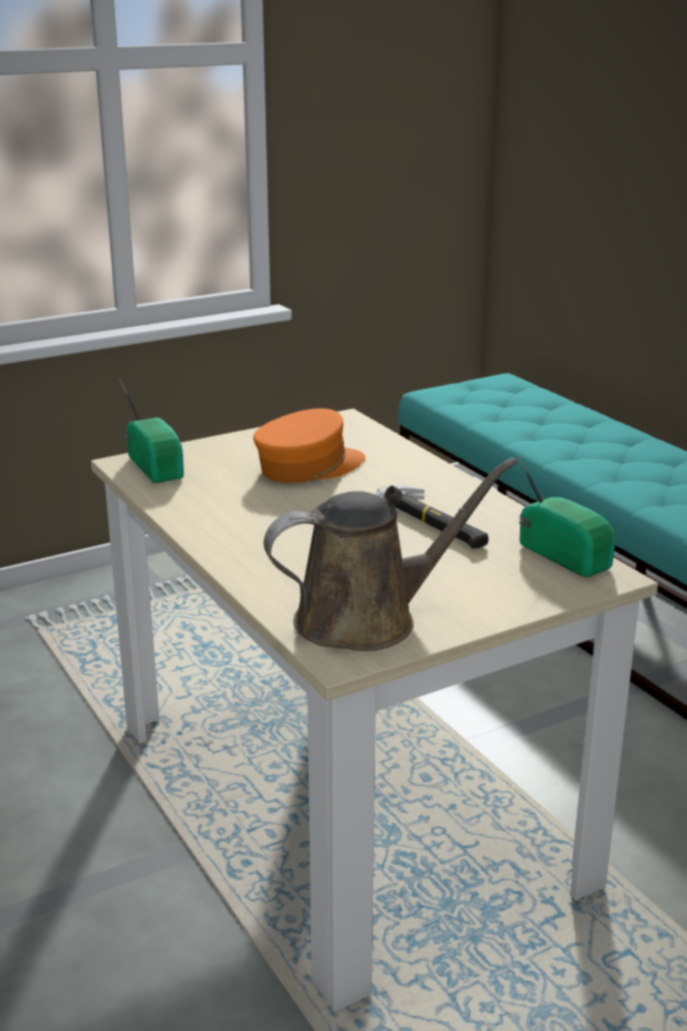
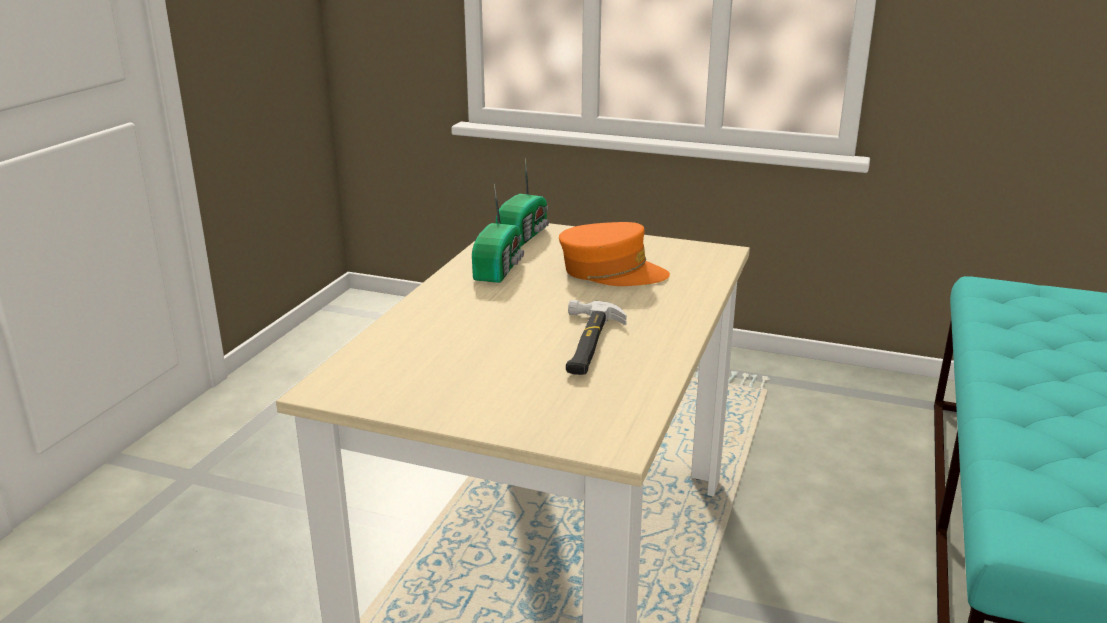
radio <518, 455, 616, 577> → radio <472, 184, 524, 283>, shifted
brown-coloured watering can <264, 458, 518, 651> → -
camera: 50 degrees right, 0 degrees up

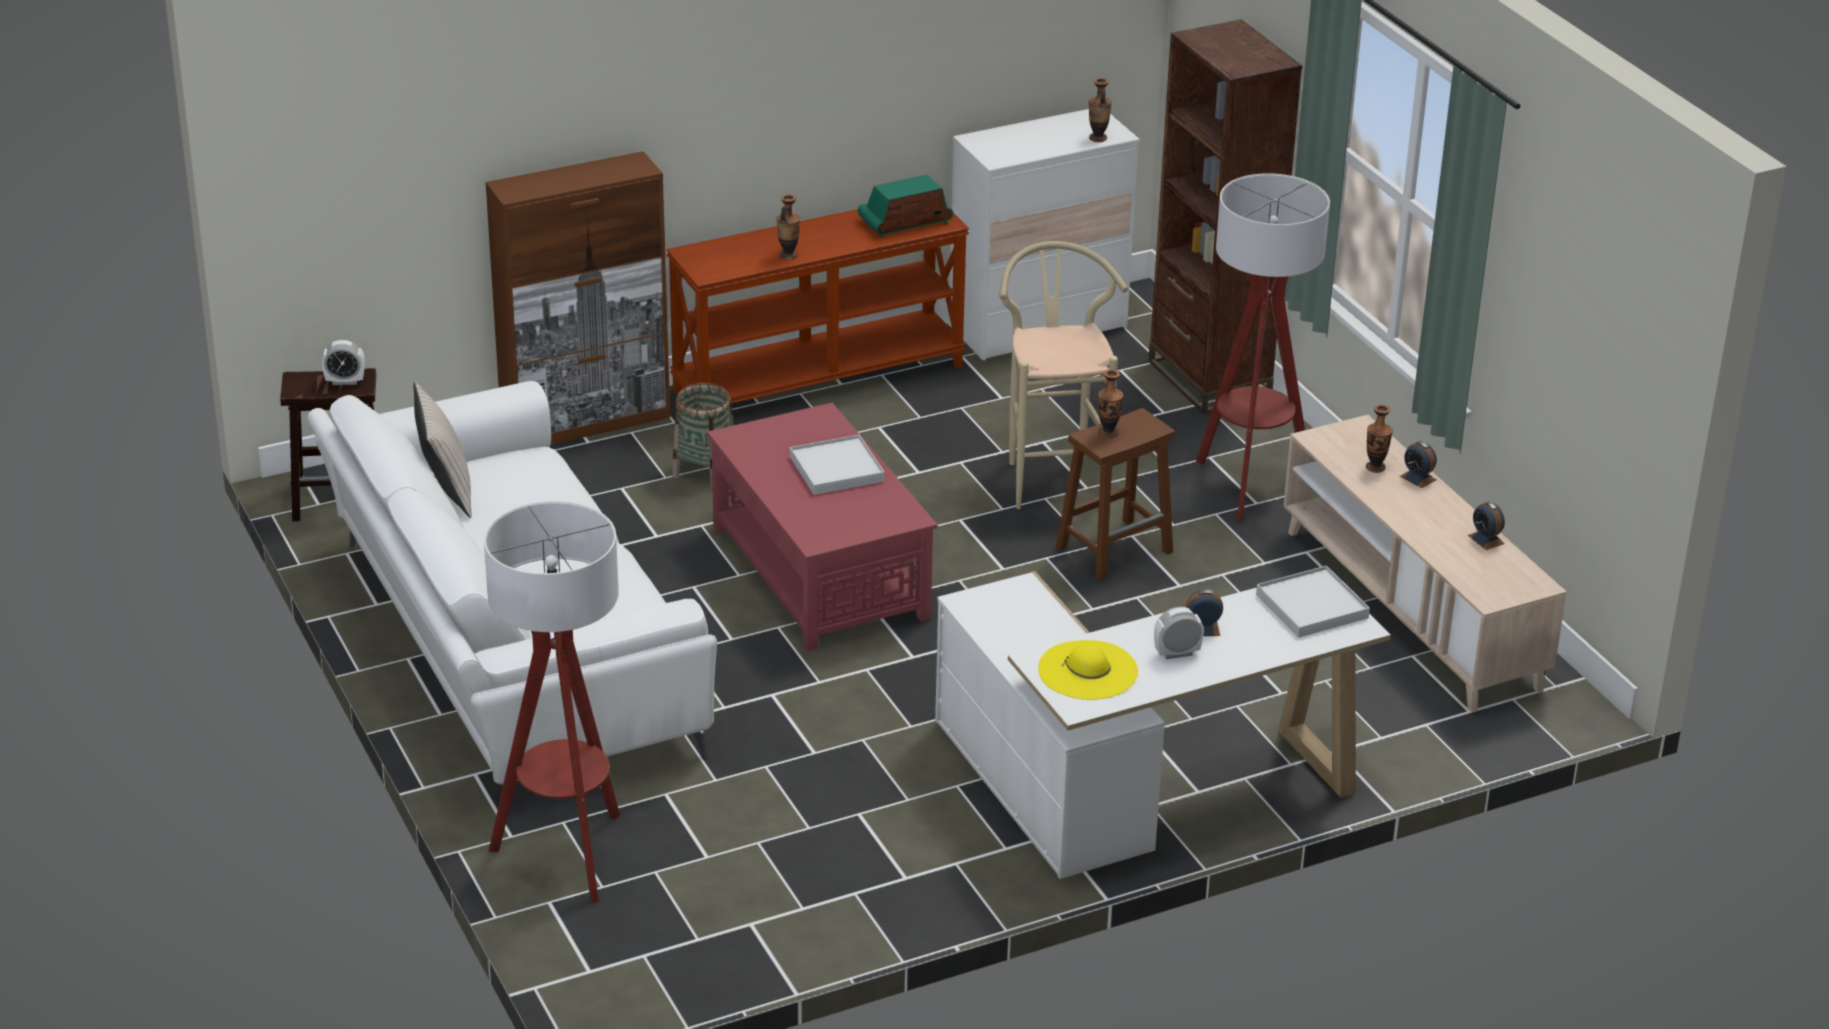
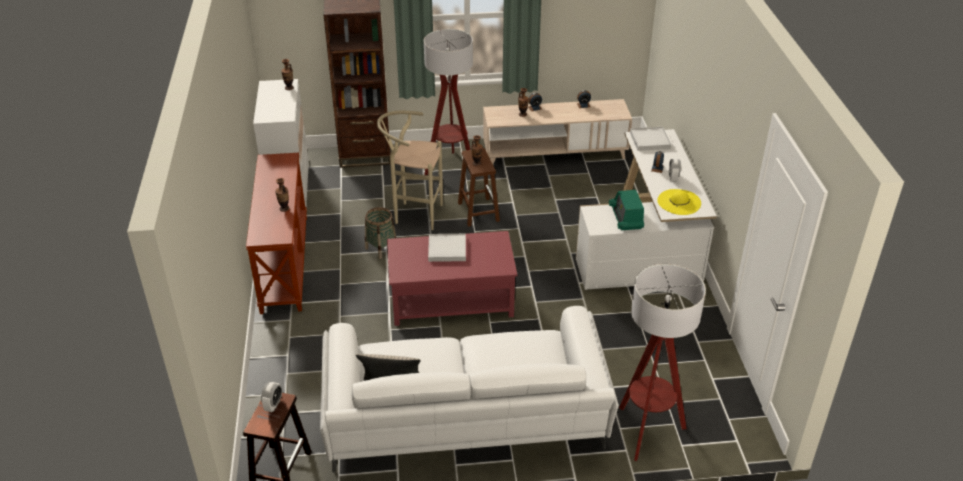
household basket <672, 383, 733, 488> → household basket <365, 207, 396, 259>, shifted
radio <858, 175, 953, 237> → radio <609, 190, 644, 230>, shifted
brown-coloured cabinet <485, 151, 670, 445> → -
camera: 70 degrees left, 5 degrees up

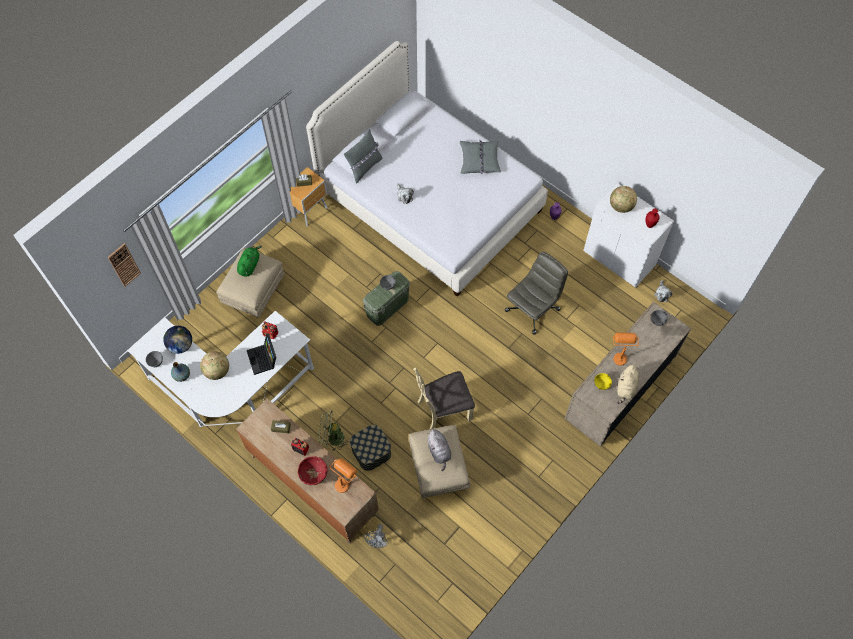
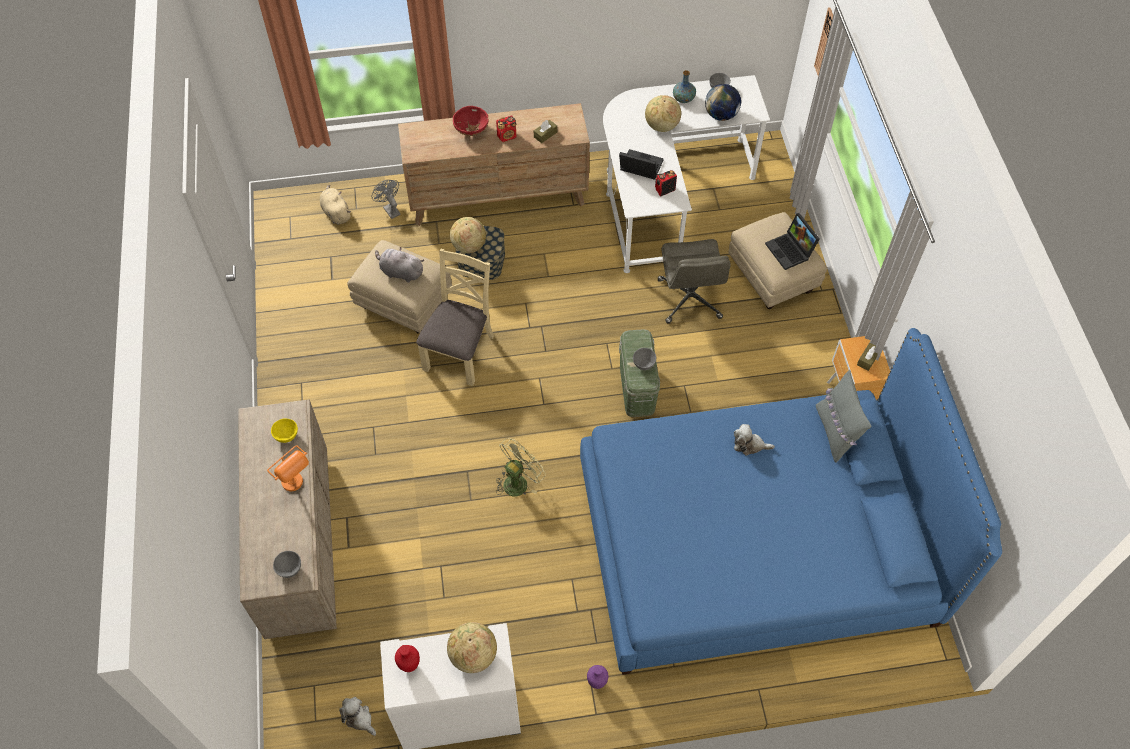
beige plush toy <617, 365, 639, 404> → beige plush toy <320, 185, 351, 224>, shifted
- → world globe <450, 217, 486, 253>
green-coloured electric fan <319, 409, 349, 451> → green-coloured electric fan <496, 438, 546, 497>, shifted
white bed <306, 41, 548, 297> → bluish bed <580, 328, 1002, 675>
greyish computer chair <505, 252, 568, 335> → greyish computer chair <658, 239, 731, 324>, shifted
green-coloured plush toy <237, 246, 262, 276> → notebook computer <765, 213, 820, 270>
orange-coloured tabletop lamp <330, 458, 357, 493> → -
greyish throw pillow <460, 140, 501, 174> → -
camera: 130 degrees right, 5 degrees down

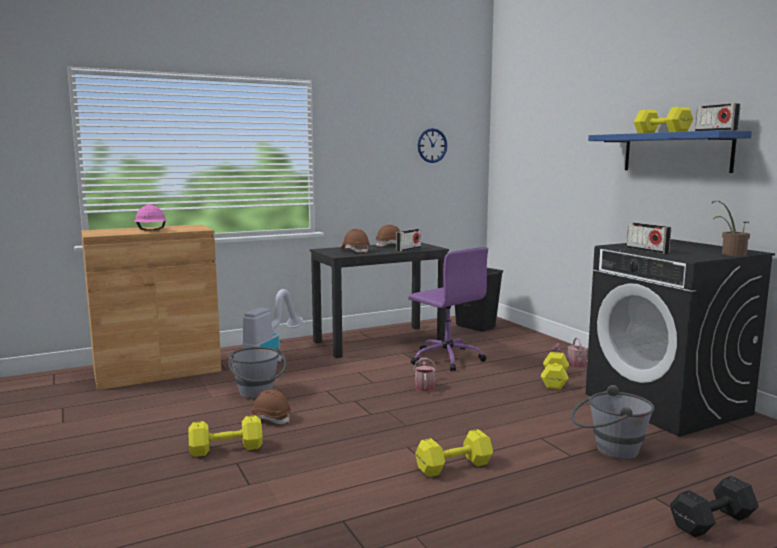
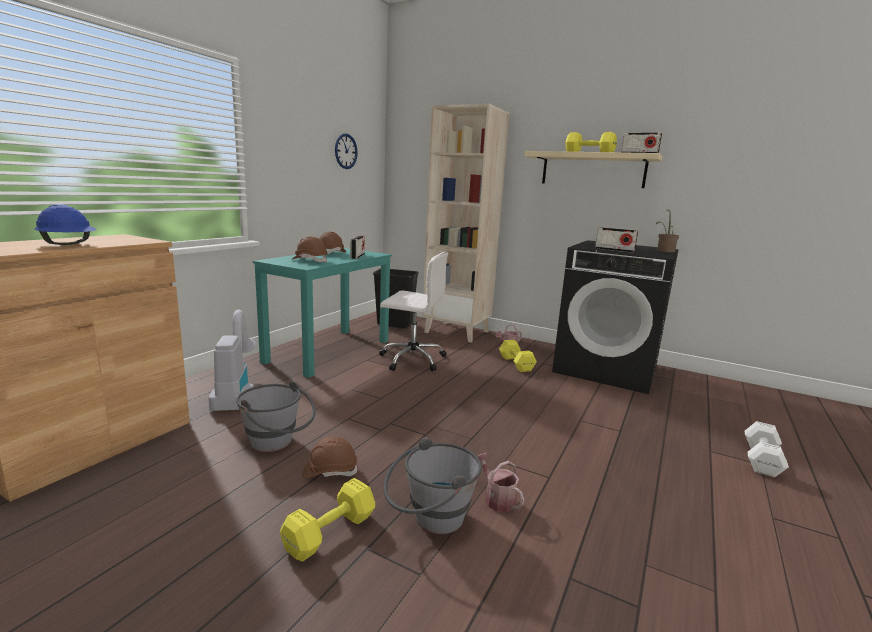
pinkish work helmet <134, 204, 167, 231> → bluish work helmet <34, 204, 97, 245>
black-coloured desk table <310, 242, 449, 358> → turquoise desk table <253, 248, 392, 378>
purple-coloured computer chair <408, 247, 488, 372> → white computer chair <379, 252, 448, 371>
greyish bucket <571, 385, 655, 459> → greyish bucket <384, 437, 482, 534>, shifted
- → beige shelving unit <422, 104, 510, 343>
watering can <413, 357, 436, 391> → watering can <477, 453, 524, 512>, shifted
bluish bracket shelf <588, 130, 752, 173> → beige bracket shelf <524, 151, 663, 188>
black-coloured free weight <670, 476, 759, 538> → white free weight <744, 421, 789, 477>
yellow-coloured free weight <415, 429, 493, 477> → -
camera: 35 degrees left, 5 degrees up

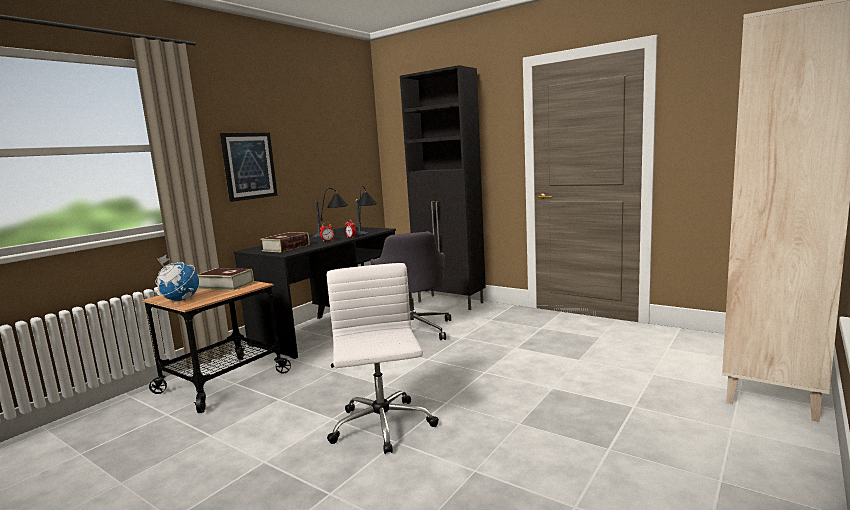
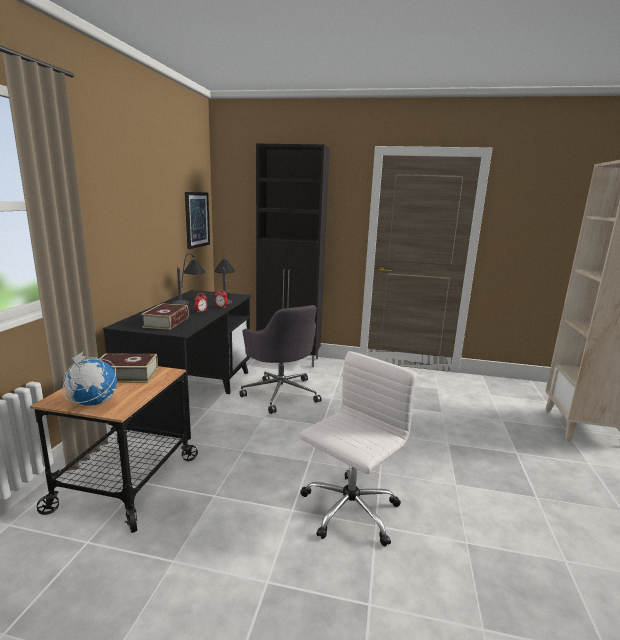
wall picture <220, 132, 278, 202> → wall picture <185, 192, 210, 249>, shifted
white computer chair <327, 263, 439, 454> → white computer chair <300, 351, 417, 546>, 75 degrees clockwise
camera: 25 degrees left, 5 degrees up

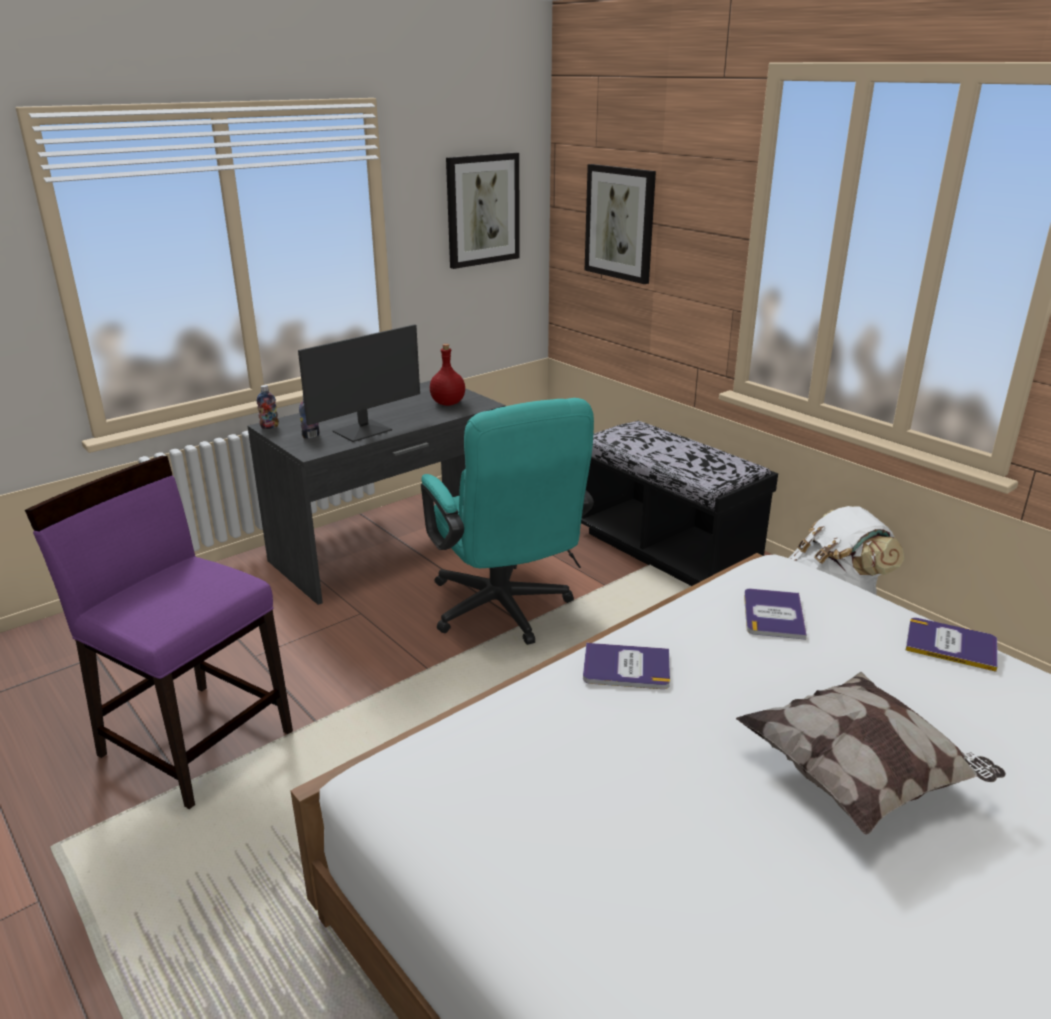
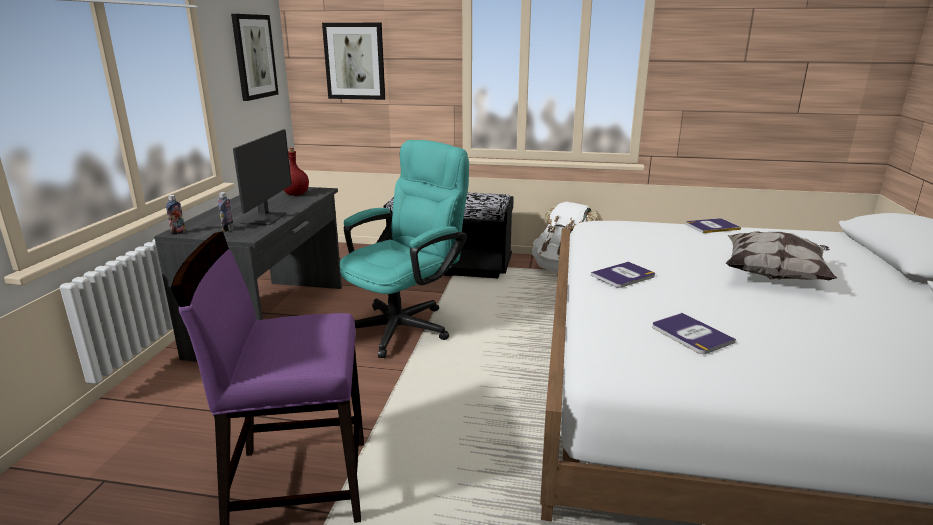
turquoise computer chair <421, 398, 594, 645> → turquoise computer chair <339, 140, 469, 358>, 75 degrees counterclockwise
volume <744, 589, 807, 640> → volume <652, 313, 736, 354>, shifted
camera: 40 degrees left, 5 degrees down

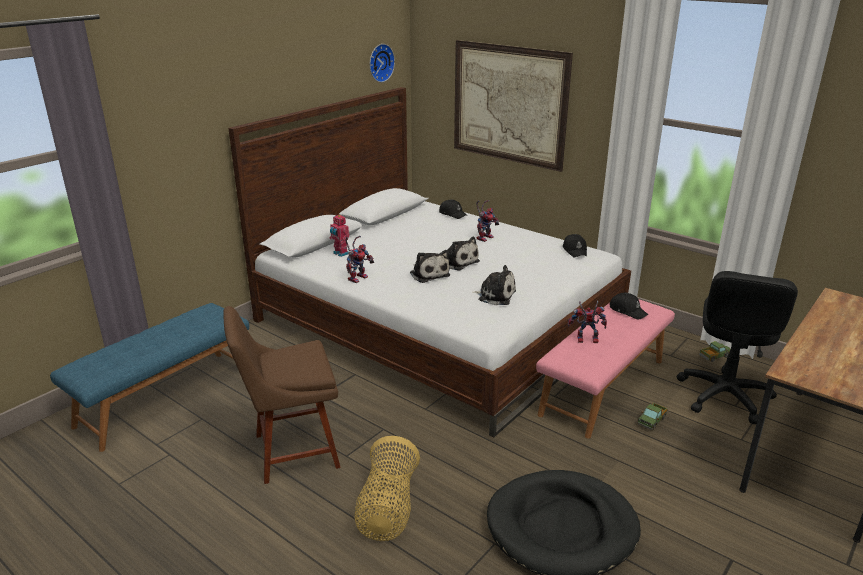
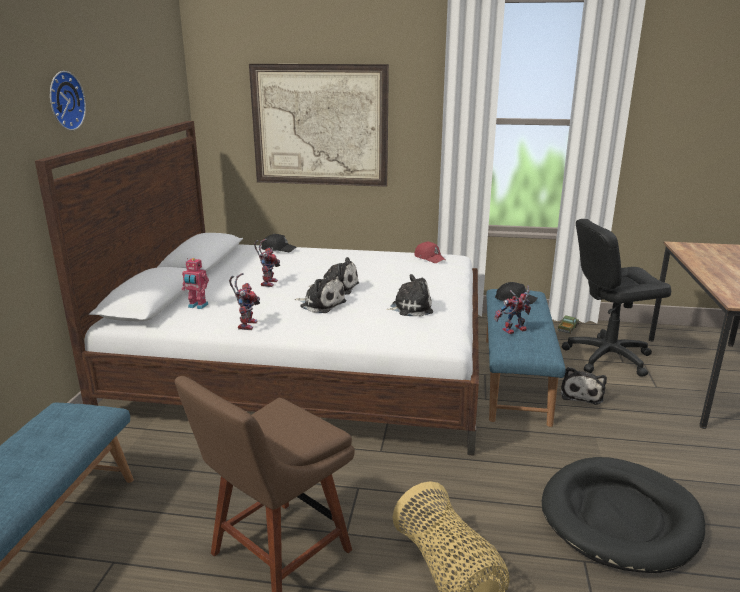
hanging clock <370, 44, 395, 82> → hanging clock <50, 71, 86, 130>, shifted
robot figure <476, 200, 499, 242> → robot figure <254, 239, 280, 287>, shifted
black-coloured peaked cap <563, 234, 587, 258> → red peaked cap <414, 241, 446, 263>
pinkish long seat <536, 299, 675, 439> → bluish long seat <486, 289, 566, 427>
toy lorry <638, 403, 668, 430> → plush toy <561, 367, 607, 405>
black-coloured computer chair <677, 271, 798, 424> → black-coloured computer chair <562, 219, 671, 377>, 90 degrees clockwise
camera: 30 degrees left, 5 degrees down

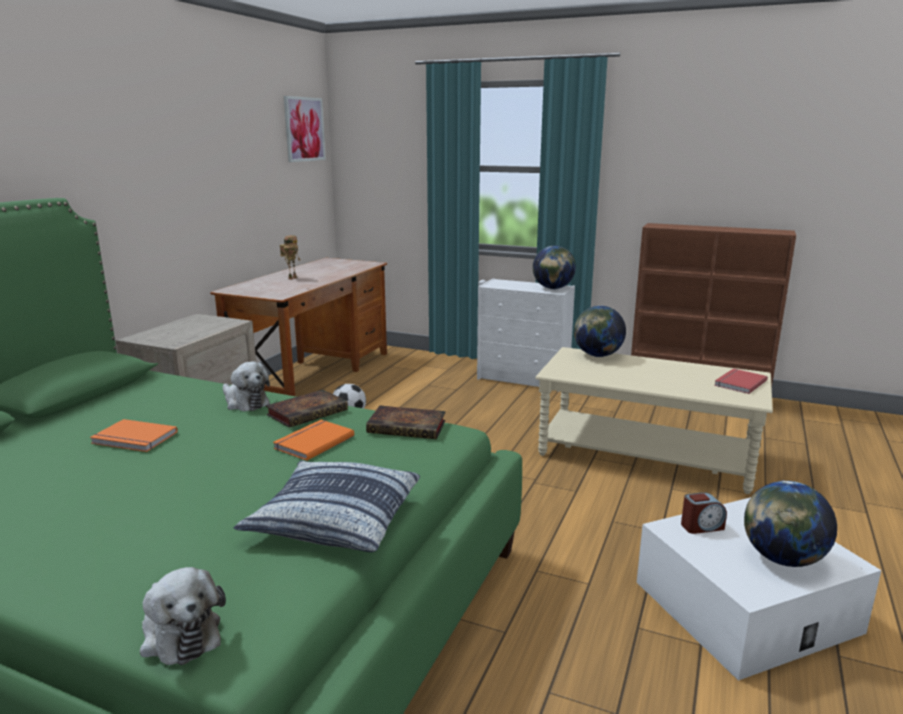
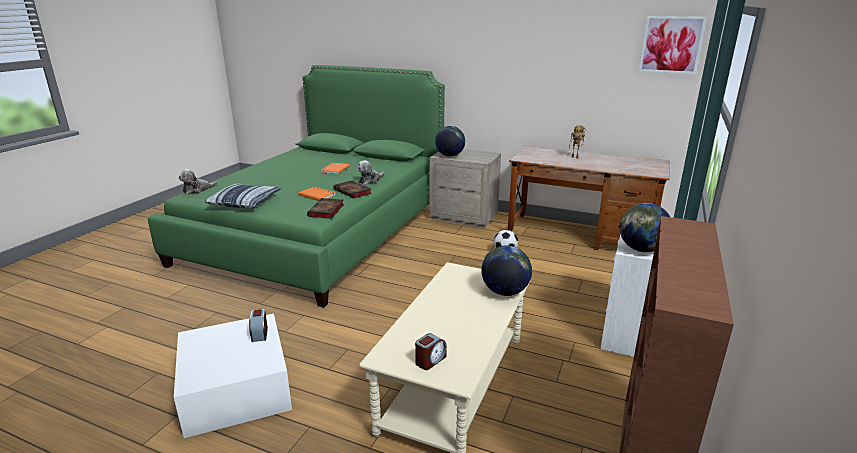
red volume <714, 368, 768, 394> → bedside clock <415, 333, 447, 370>
world globe <744, 481, 837, 567> → world globe <435, 126, 465, 157>, shifted
camera: 90 degrees right, 5 degrees up

